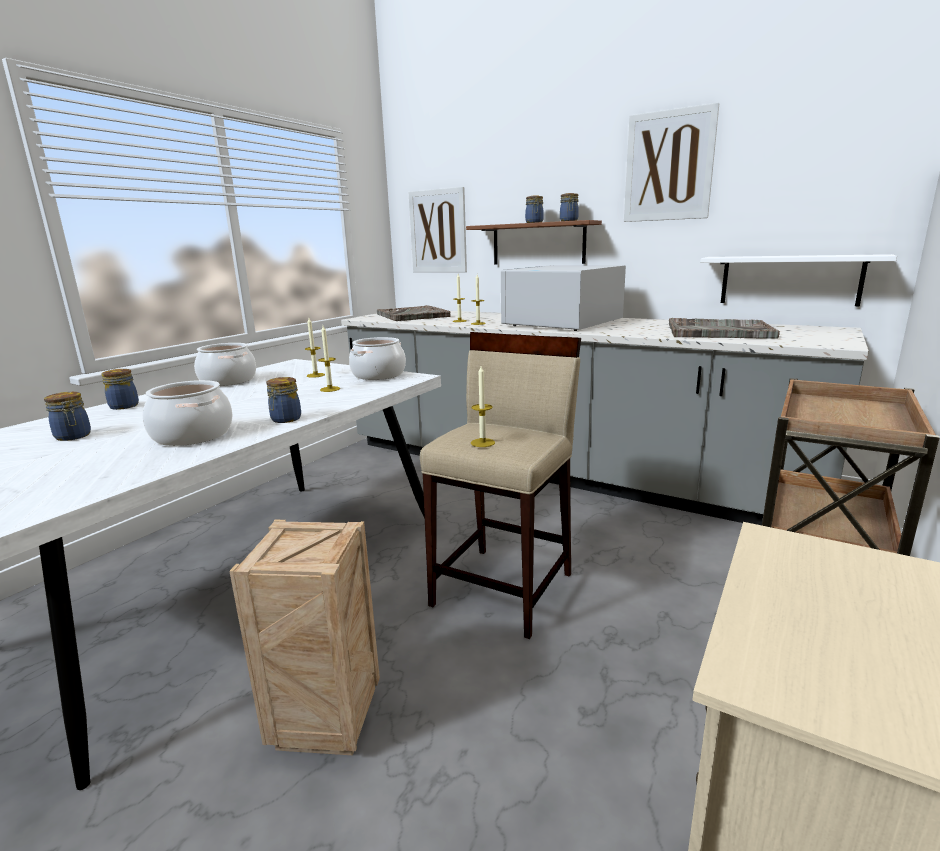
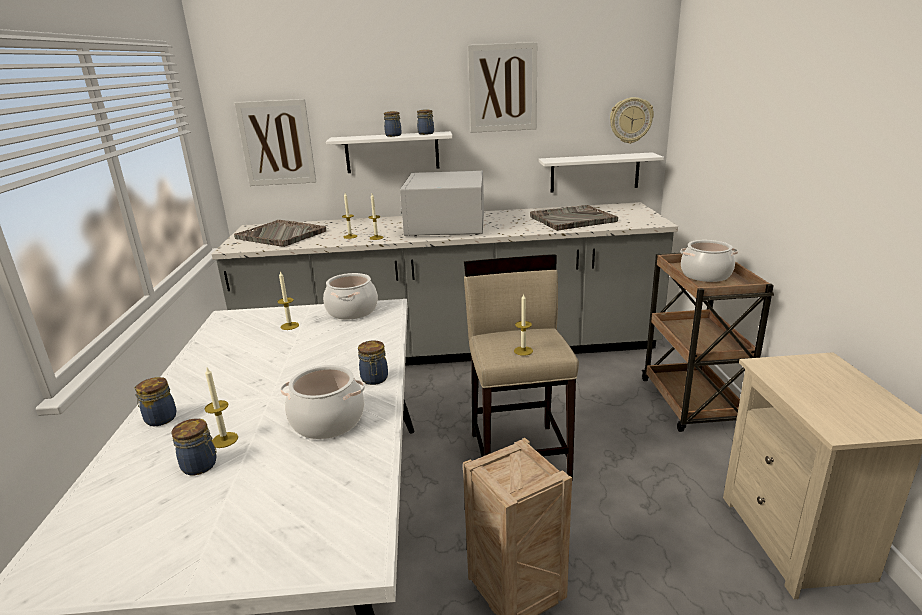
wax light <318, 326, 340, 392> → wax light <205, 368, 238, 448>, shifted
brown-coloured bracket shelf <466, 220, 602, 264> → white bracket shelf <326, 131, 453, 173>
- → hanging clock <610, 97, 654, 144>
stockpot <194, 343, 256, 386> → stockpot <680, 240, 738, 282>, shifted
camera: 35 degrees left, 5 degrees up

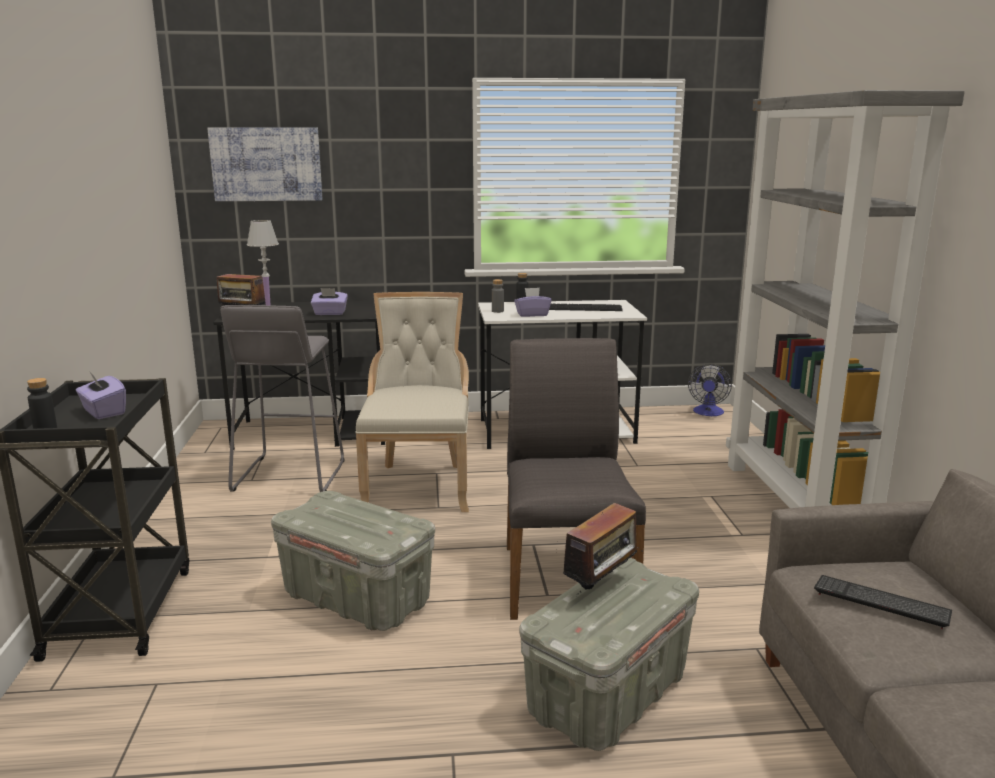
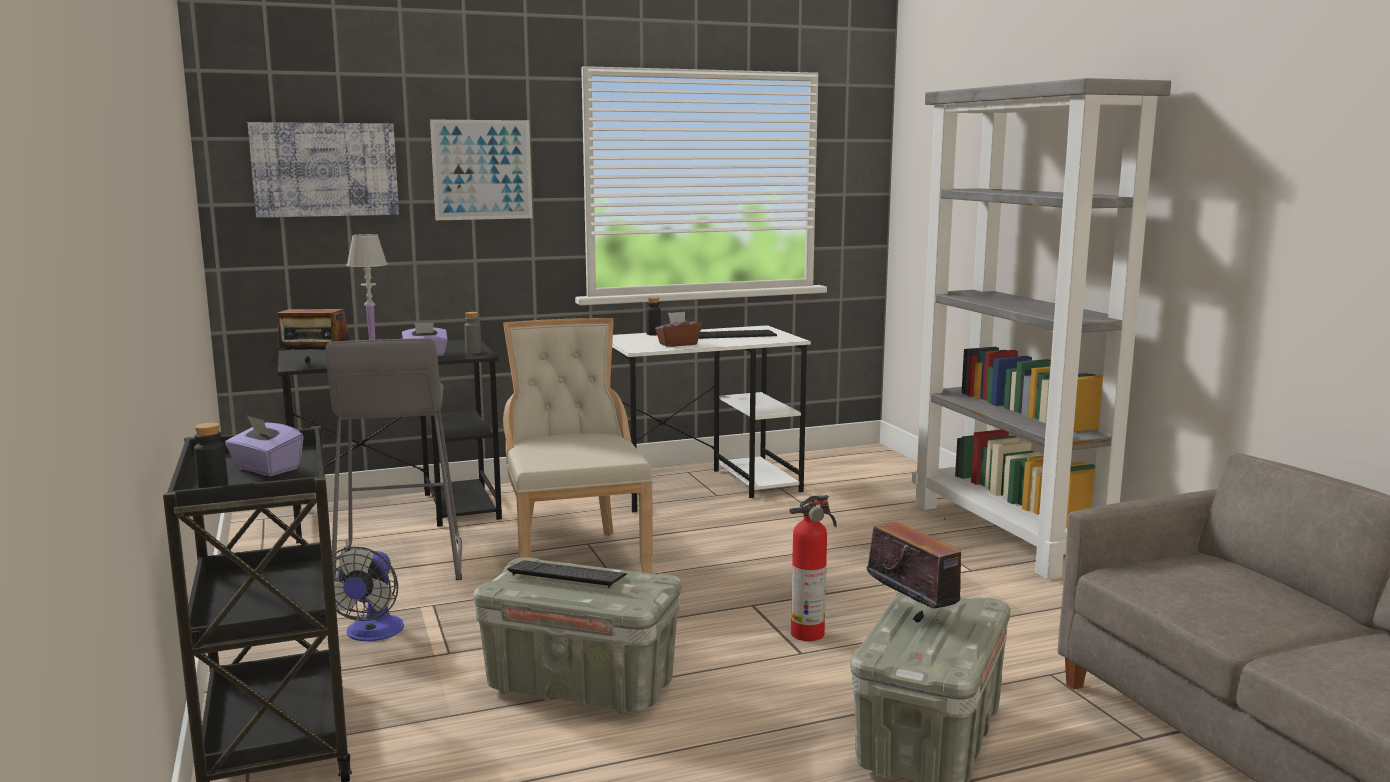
electric fan <688, 364, 732, 416> → electric fan <332, 547, 404, 641>, shifted
- → wall picture <430, 119, 532, 220>
greyish bottle <492, 279, 504, 313> → greyish bottle <464, 312, 482, 354>, shifted
keyboard <814, 575, 952, 629> → keyboard <507, 561, 627, 588>, shifted
purple-coloured tissue box <514, 288, 551, 317> → brown-coloured tissue box <655, 312, 702, 347>
greyish plain chair <507, 338, 646, 620> → fire-fighting cylinder <789, 495, 837, 641>
radio <557, 503, 643, 593> → radio <867, 518, 961, 626>, 60 degrees counterclockwise
camera: 15 degrees left, 5 degrees down

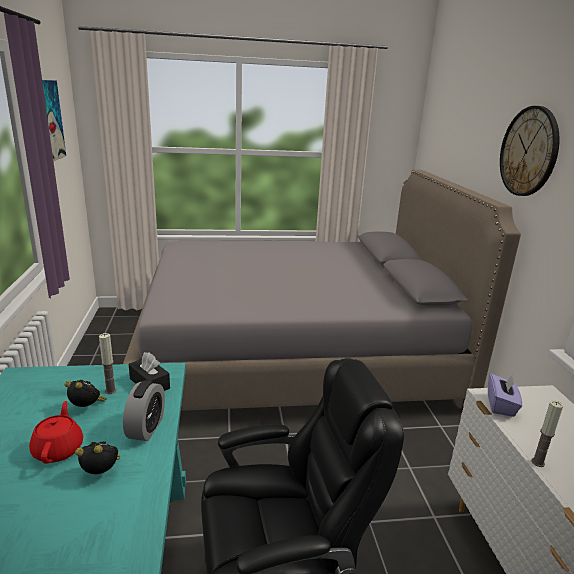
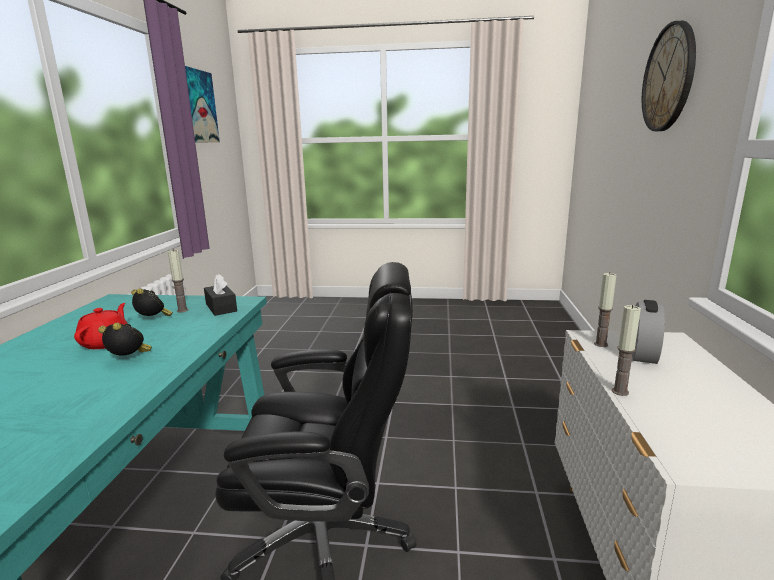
purple-coloured tissue box <488, 374, 522, 417> → wax light <594, 272, 616, 347>
bedside clock <123, 380, 165, 441> → bedside clock <632, 300, 665, 364>, shifted
greyish bed <123, 169, 521, 411> → -
camera: 15 degrees right, 5 degrees down

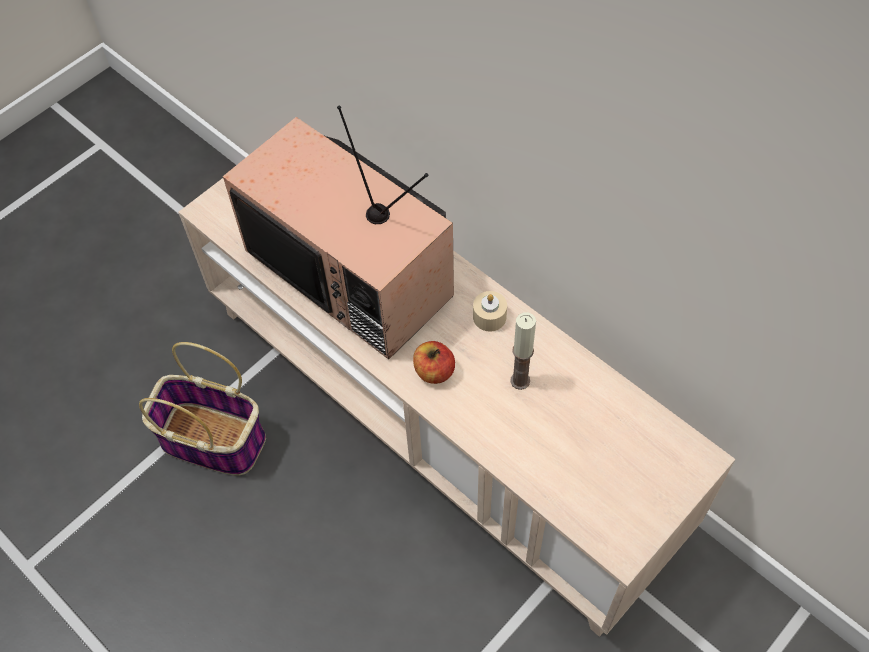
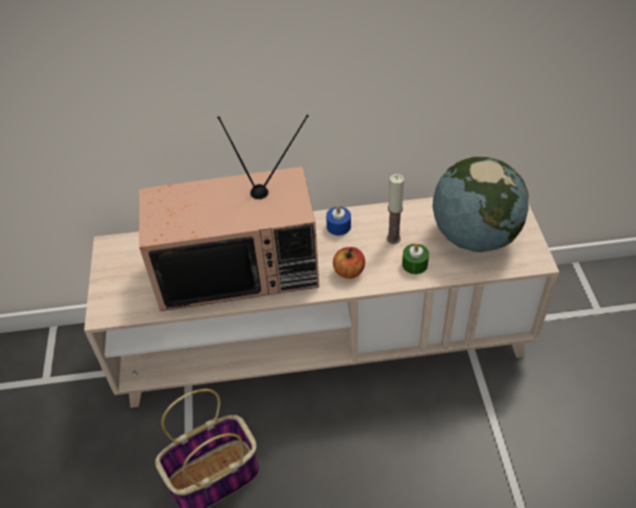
beige wax light <473, 291, 507, 332> → bluish wax light <326, 205, 351, 236>
- → green-coloured wax light <402, 243, 429, 274>
- → world globe <432, 157, 529, 252>
camera: 50 degrees left, 10 degrees down

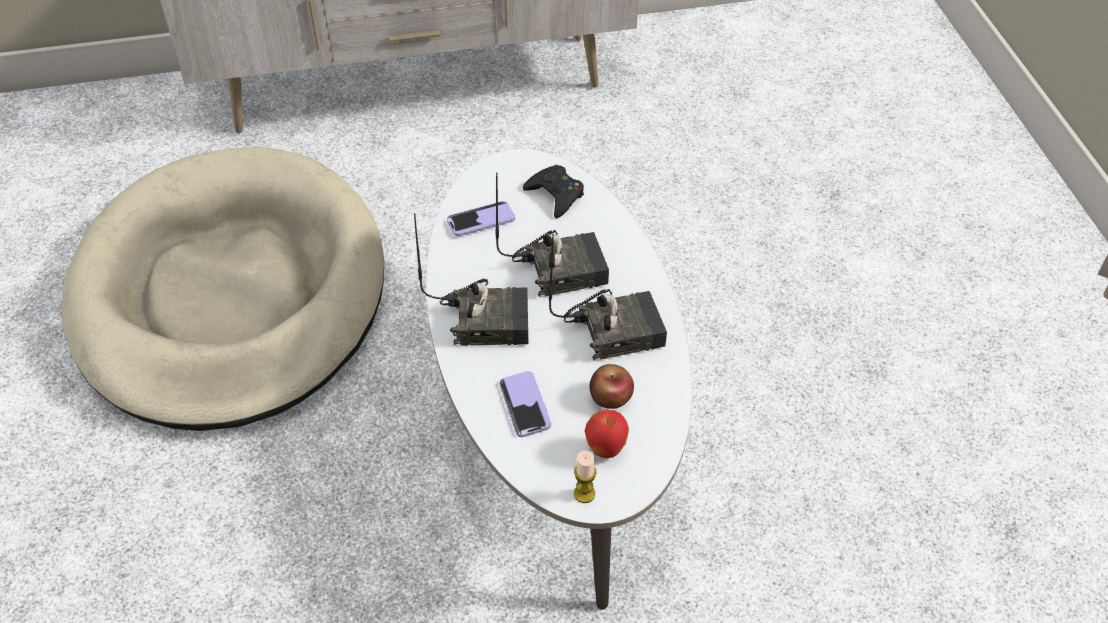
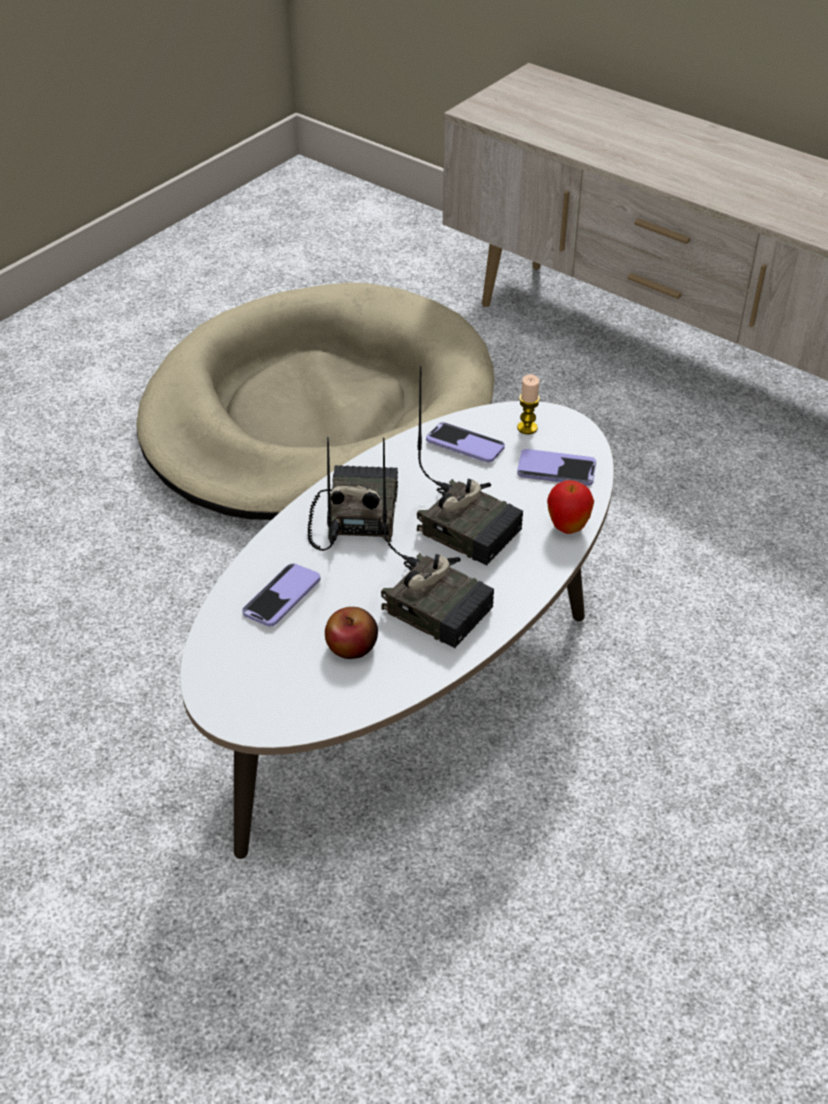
radio <414, 213, 528, 346> → radio <307, 437, 398, 551>, 135 degrees counterclockwise
wax light <574, 450, 597, 503> → wax light <517, 375, 540, 434>, shifted
black-coloured joypad <523, 165, 584, 218> → handset <517, 449, 596, 486>
apple fruit <585, 410, 629, 458> → apple fruit <547, 480, 594, 534>, shifted
camera: 50 degrees right, 5 degrees down

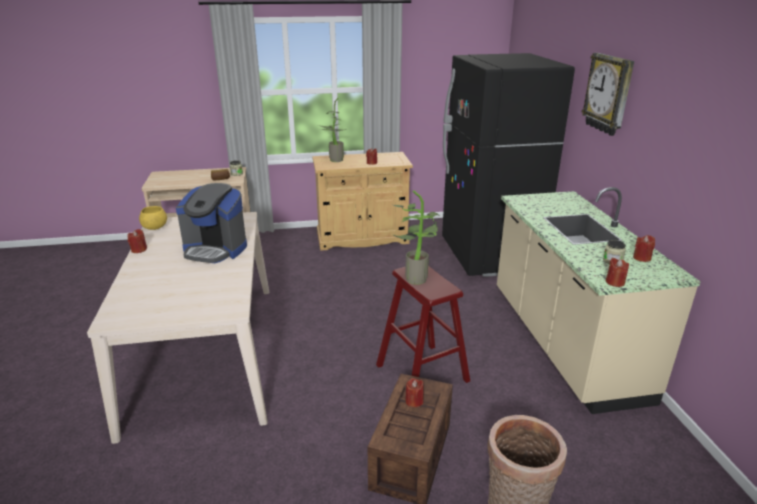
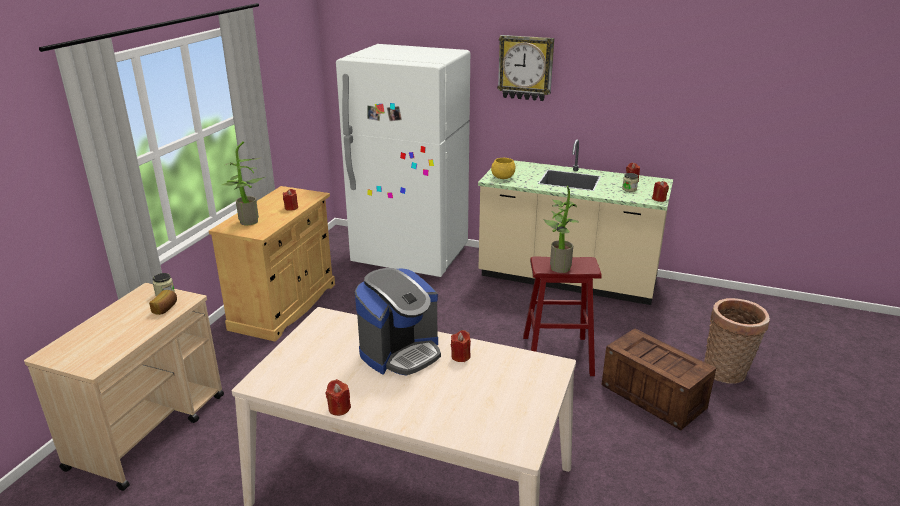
black-coloured refrigerator <442, 53, 575, 277> → white refrigerator <336, 44, 470, 277>
red wax light <405, 378, 424, 407> → red wax light <451, 330, 471, 362>, shifted
yellow-coloured bowl <139, 206, 167, 230> → yellow-coloured bowl <491, 158, 515, 179>, shifted
camera: 60 degrees left, 0 degrees up

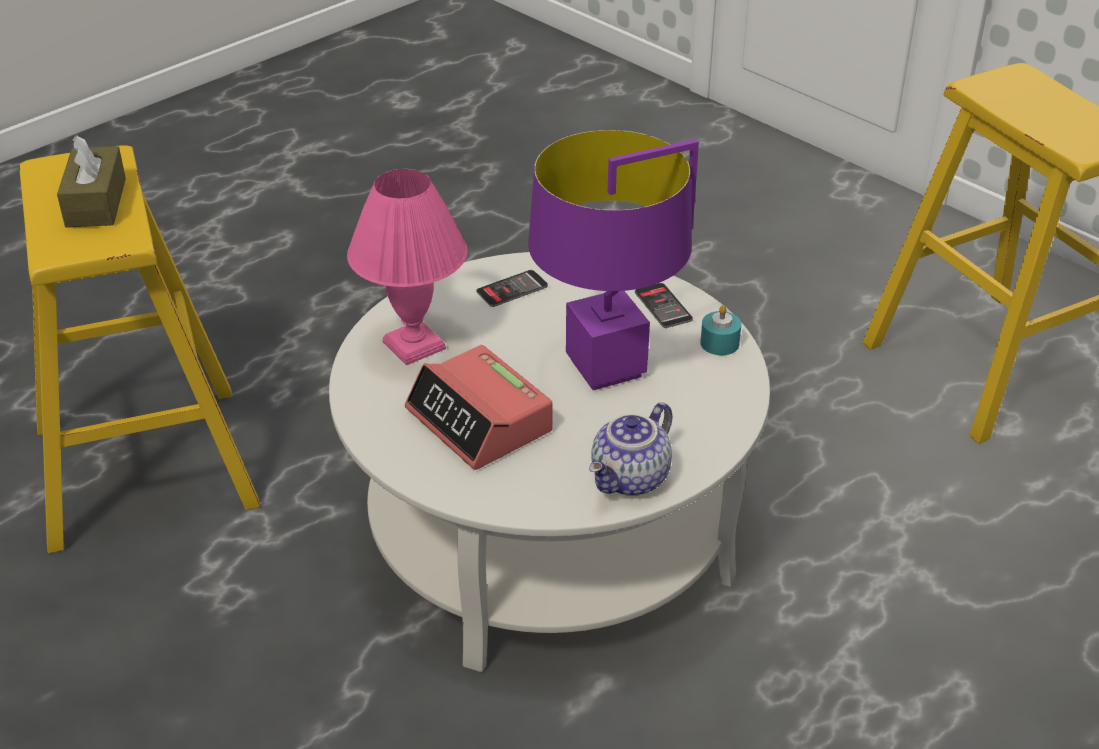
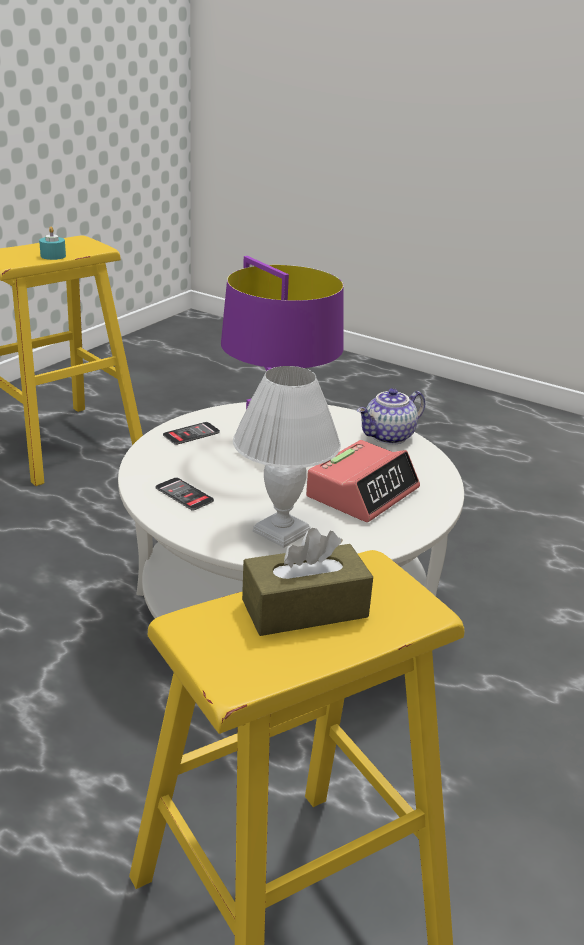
turquoise wax light <700, 305, 741, 355> → turquoise wax light <39, 226, 66, 260>, shifted
pinkish tabletop lamp <347, 169, 468, 365> → white tabletop lamp <233, 366, 341, 548>
tea pot <589, 402, 672, 496> → tea pot <357, 388, 425, 445>, 120 degrees clockwise
camera: 105 degrees left, 10 degrees down

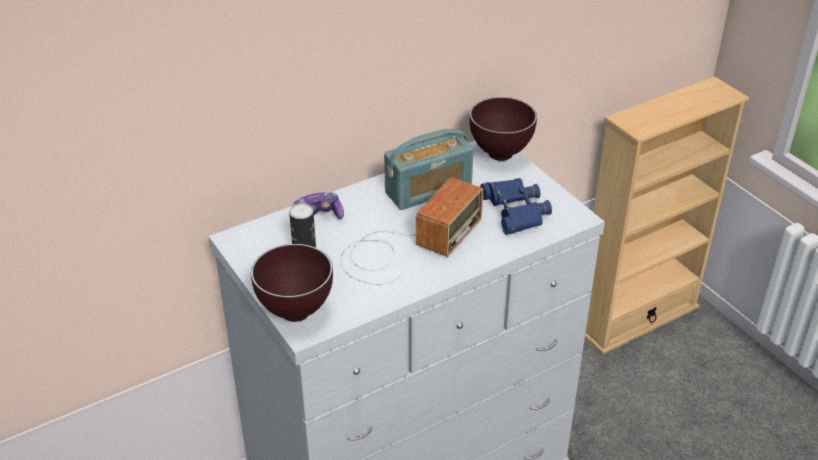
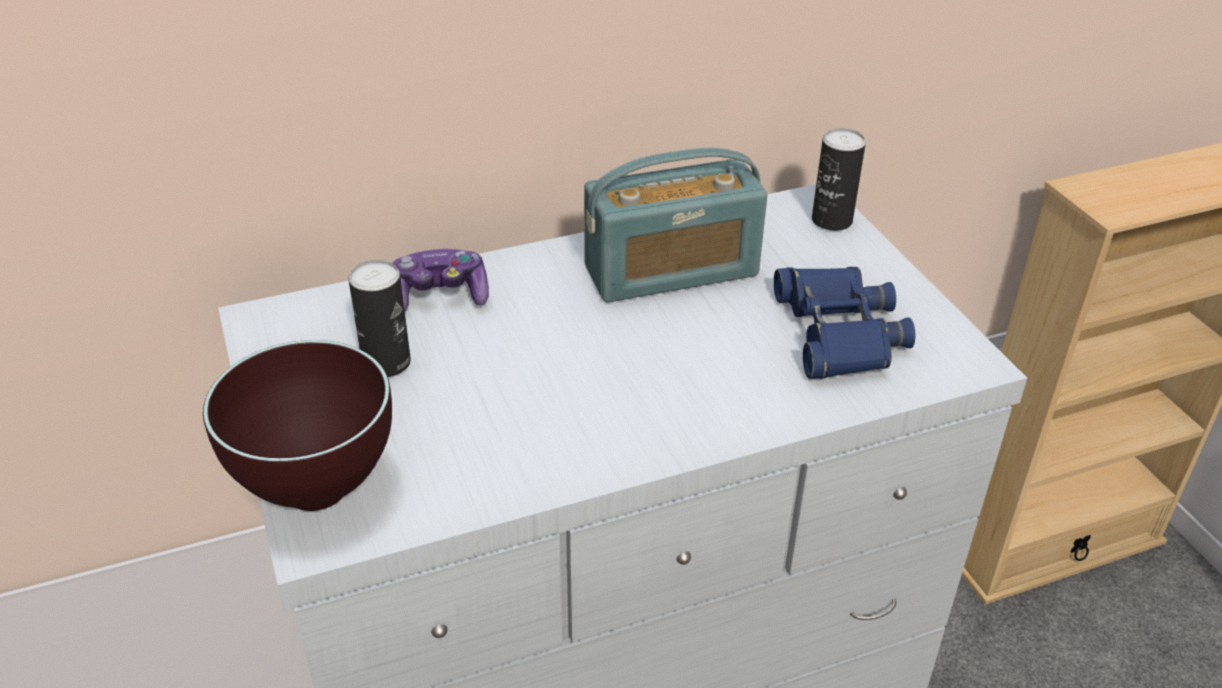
brown-coloured bowl <469, 97, 537, 161> → can <812, 128, 866, 231>
radio <340, 177, 483, 285> → -
camera: 10 degrees right, 0 degrees up

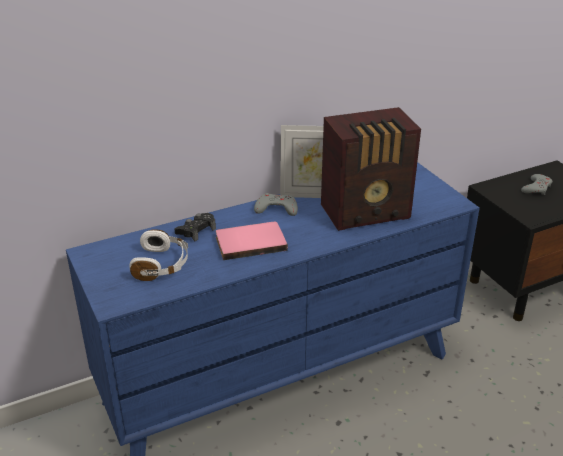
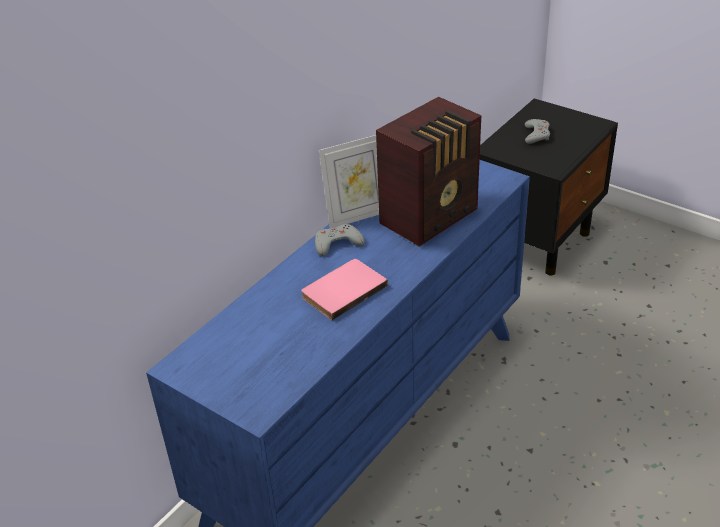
white pair of headphones <129, 229, 188, 281> → -
black-coloured joypad <175, 213, 216, 241> → -
camera: 25 degrees left, 5 degrees up

